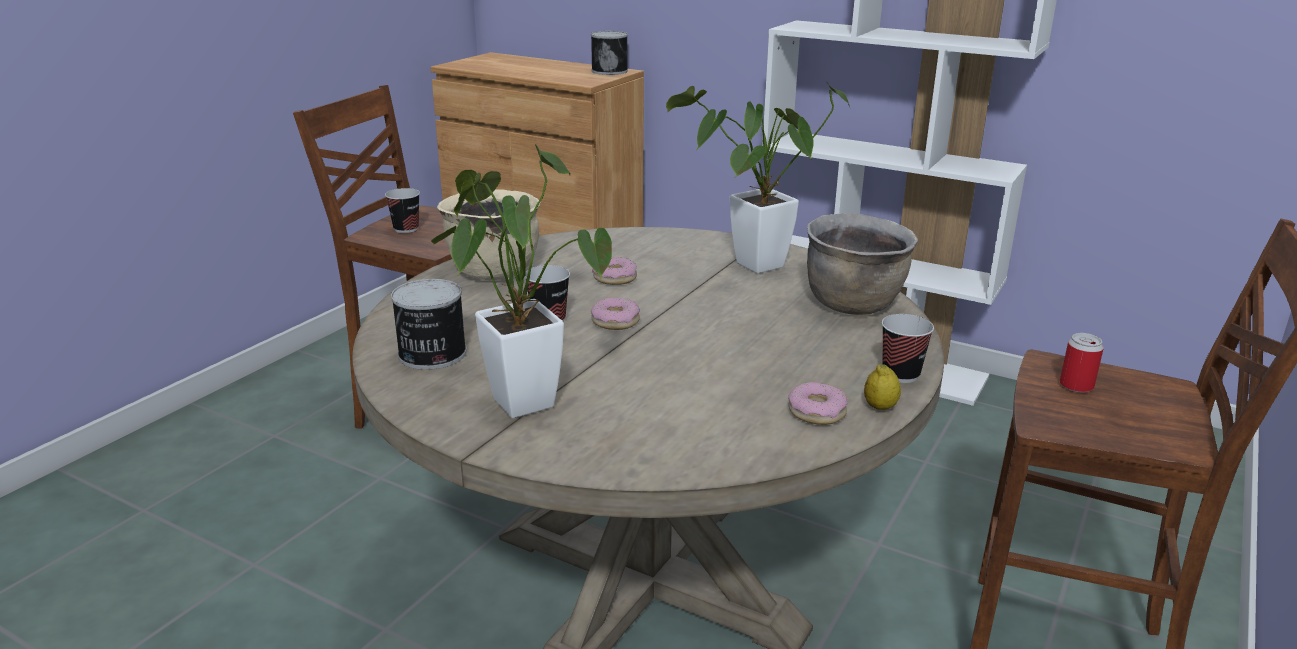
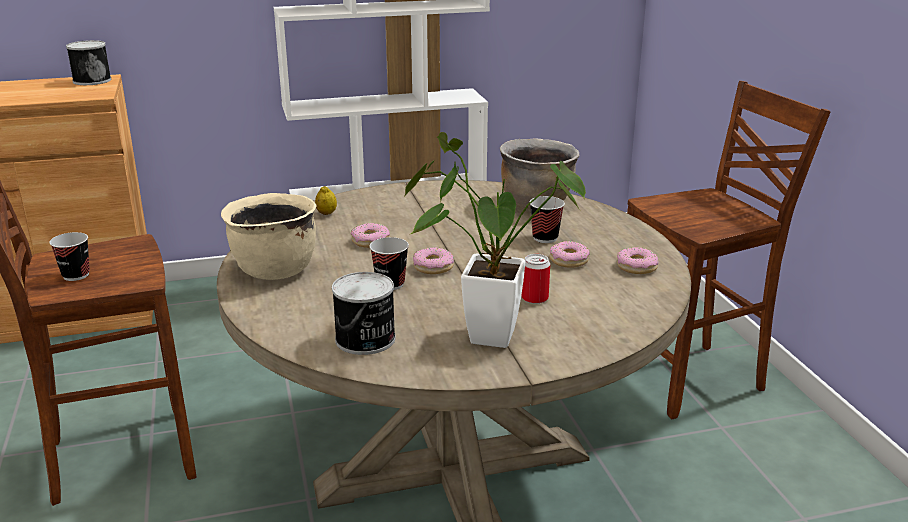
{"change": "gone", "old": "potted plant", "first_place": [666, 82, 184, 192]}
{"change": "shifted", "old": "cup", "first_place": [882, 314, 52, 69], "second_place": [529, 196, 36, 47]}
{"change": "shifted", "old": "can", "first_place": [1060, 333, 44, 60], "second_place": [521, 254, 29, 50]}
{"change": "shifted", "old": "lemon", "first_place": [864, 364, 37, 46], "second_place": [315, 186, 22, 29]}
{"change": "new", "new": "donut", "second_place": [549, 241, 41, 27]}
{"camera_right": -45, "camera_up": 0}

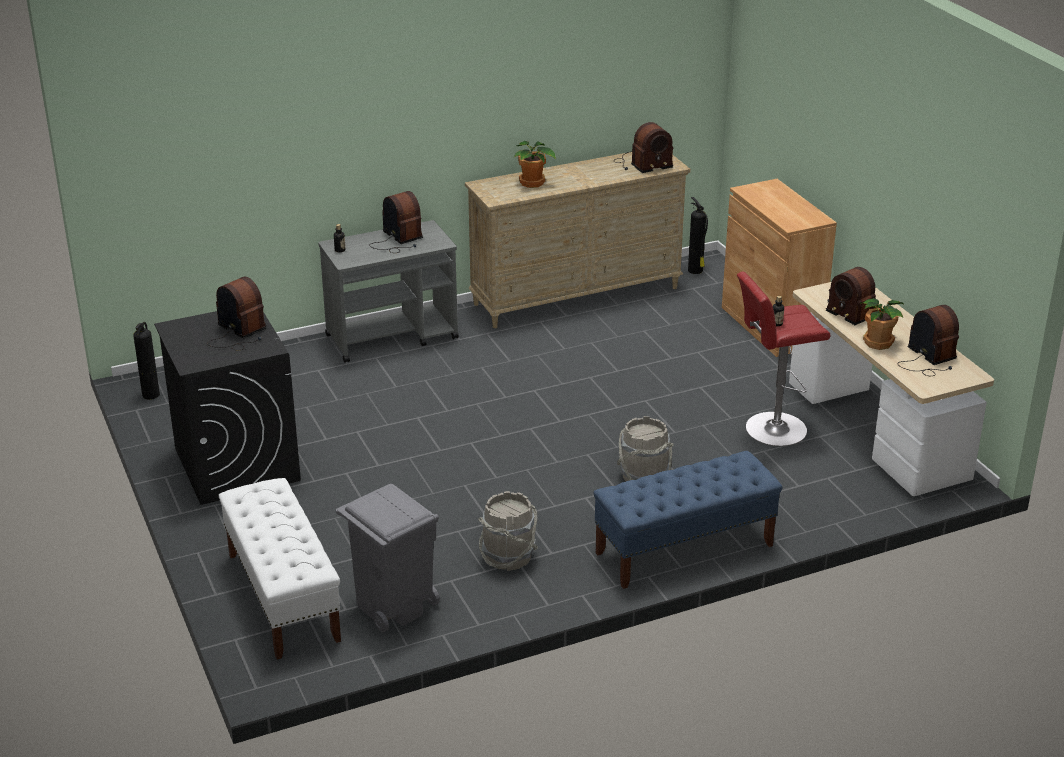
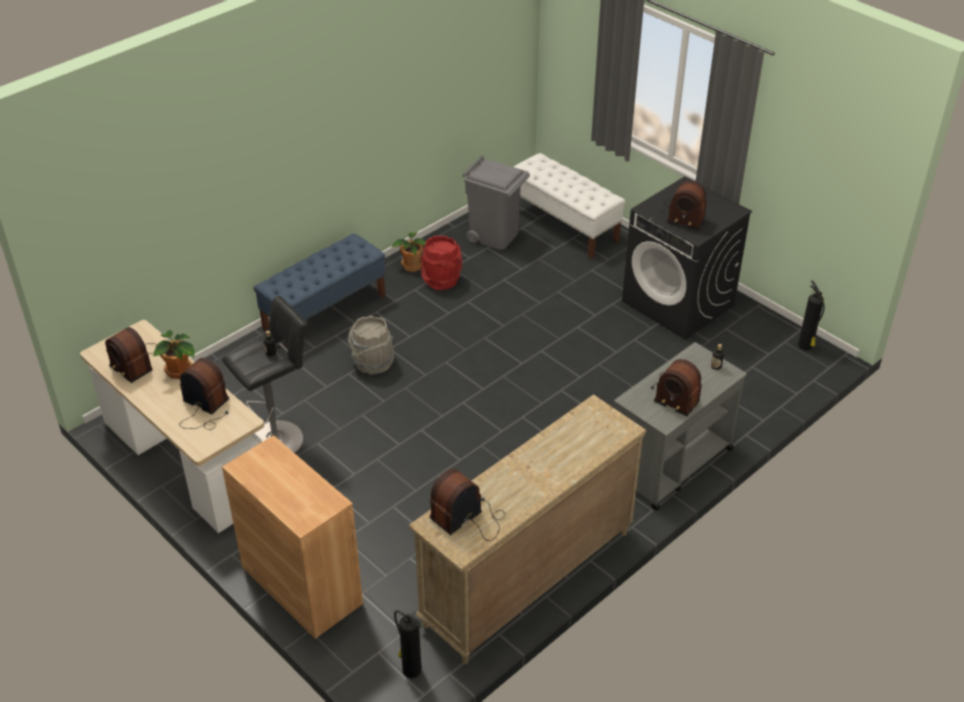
{"change": "shifted", "old": "potted plant", "first_place": [514, 141, 42, 47], "second_place": [391, 232, 35, 40]}
{"change": "repainted", "old": "stool (red)", "new": "stool (black)", "first_place": [737, 272, 93, 174], "second_place": [222, 296, 86, 157]}
{"change": "repainted", "old": "bucket (grey)", "new": "bucket (red)", "first_place": [478, 491, 60, 80], "second_place": [421, 235, 41, 55]}
{"camera_right": 160, "camera_up": 10}

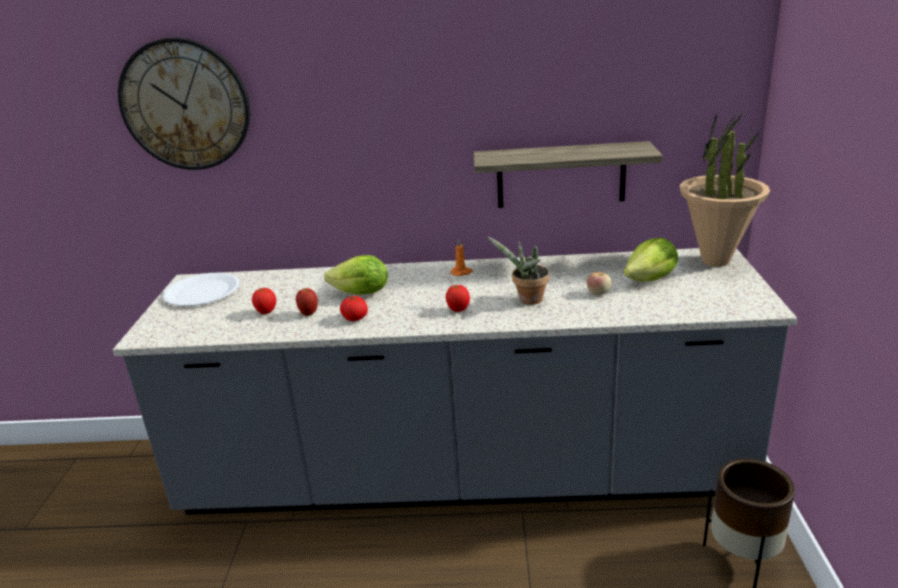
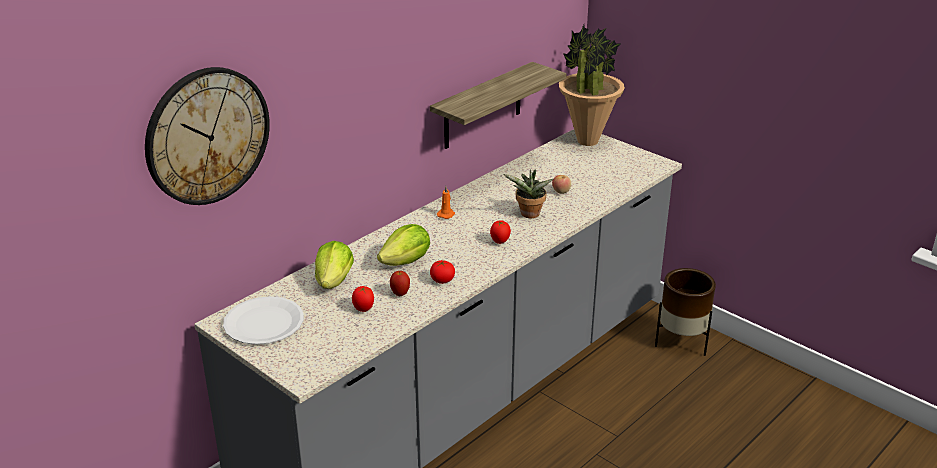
{"change": "shifted", "old": "lettuce", "first_place": [624, 238, 54, 44], "second_place": [315, 241, 39, 48]}
{"camera_right": -50, "camera_up": 5}

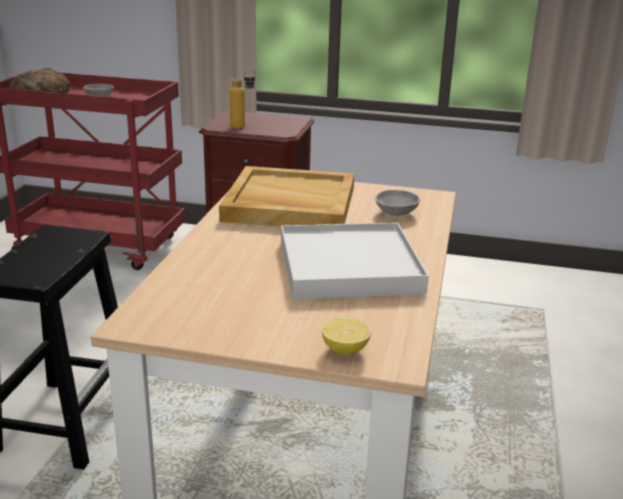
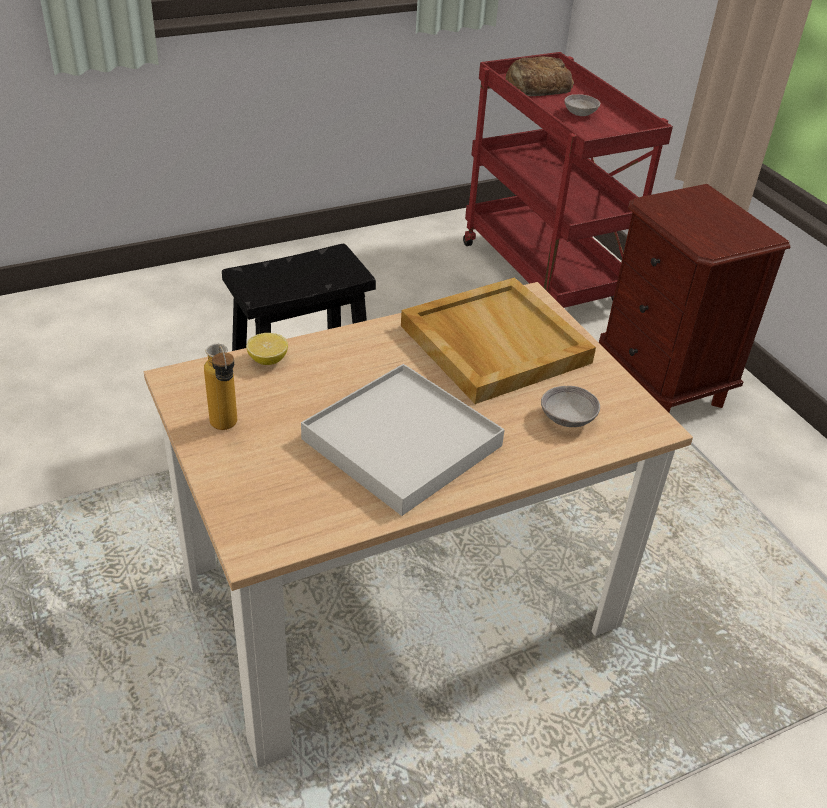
{"change": "shifted", "old": "bottle", "first_place": [230, 69, 26, 60], "second_place": [204, 344, 33, 86]}
{"change": "shifted", "old": "lemon", "first_place": [322, 318, 49, 37], "second_place": [246, 333, 42, 32]}
{"camera_right": 50, "camera_up": 15}

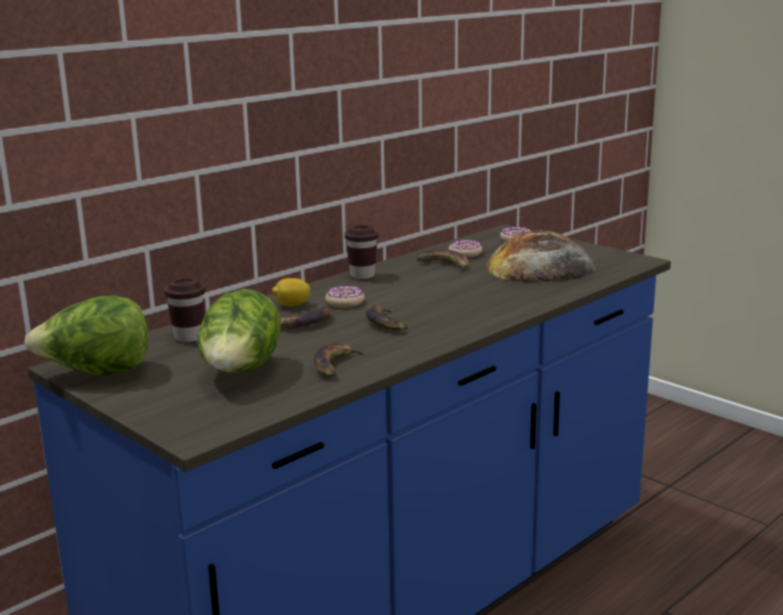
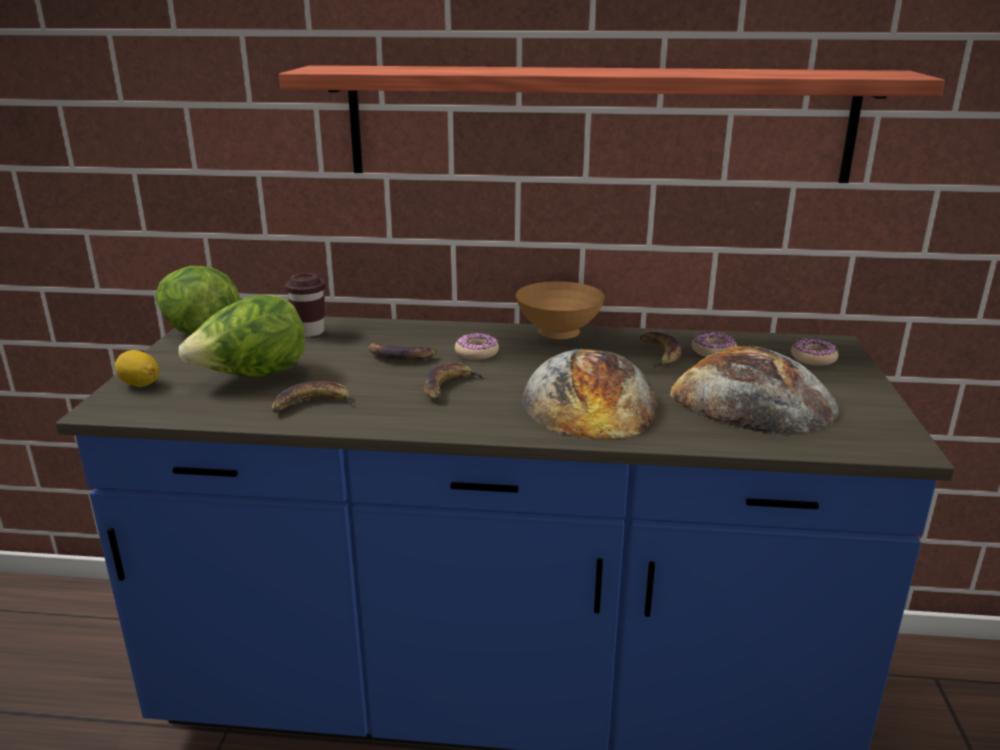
{"change": "swapped", "old": "cup (brown)", "new": "bowl (brown)", "first_place": [345, 225, 33, 54], "second_place": [516, 281, 89, 58]}
{"change": "shifted", "old": "lemon", "first_place": [272, 278, 39, 29], "second_place": [115, 350, 44, 37]}
{"change": "new", "new": "shelf", "second_place": [279, 65, 666, 118]}
{"change": "new", "new": "bread", "second_place": [522, 349, 136, 90]}
{"camera_right": 50, "camera_up": 5}

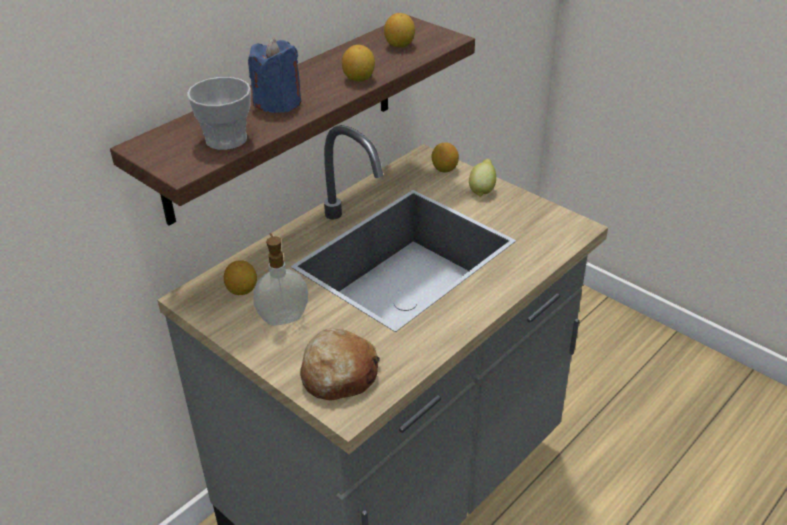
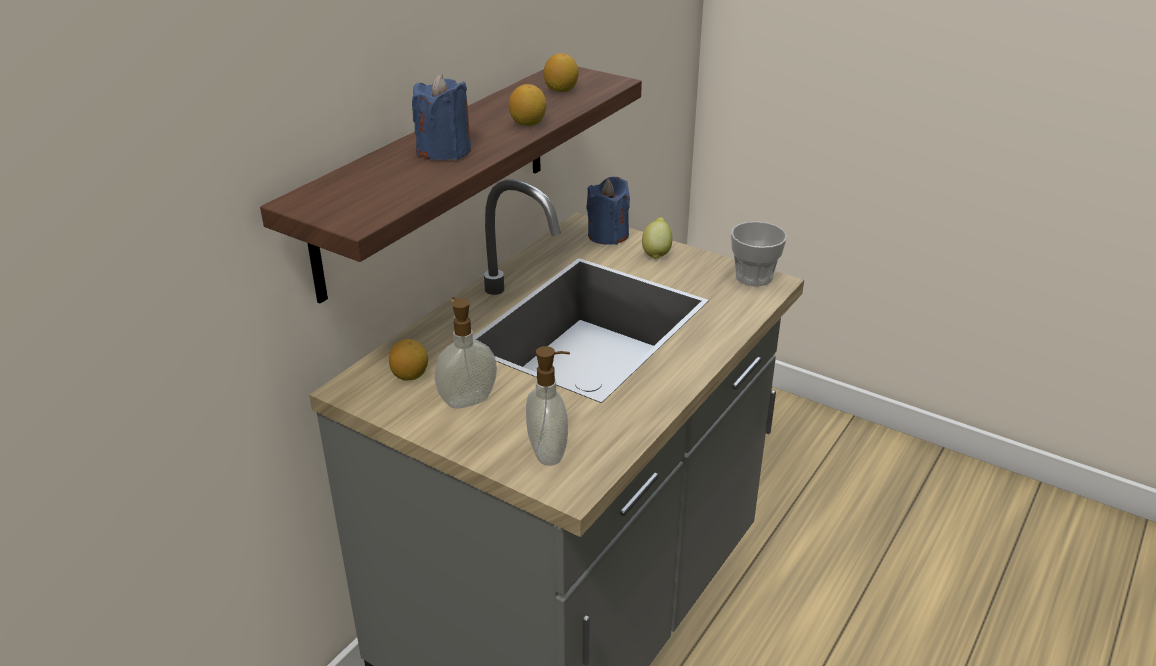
{"change": "shifted", "old": "cup", "first_place": [187, 77, 64, 73], "second_place": [731, 222, 56, 64]}
{"change": "swapped", "old": "lemon", "new": "candle (blue)", "first_place": [431, 142, 28, 31], "second_place": [586, 177, 44, 68]}
{"change": "swapped", "old": "bread", "new": "soap dispenser", "first_place": [300, 328, 80, 72], "second_place": [526, 346, 44, 120]}
{"camera_right": -10, "camera_up": -5}

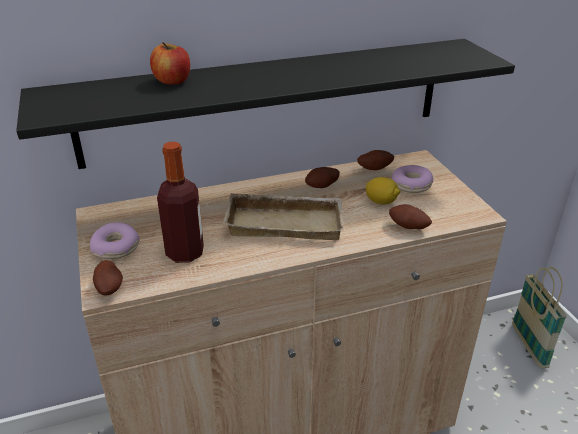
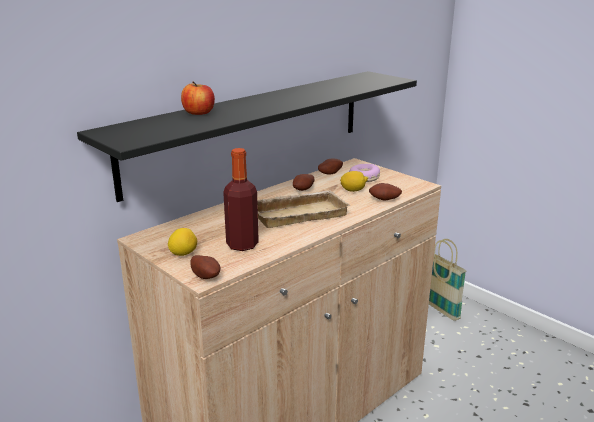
{"change": "swapped", "old": "donut", "new": "lemon", "first_place": [90, 222, 50, 37], "second_place": [168, 228, 29, 28]}
{"camera_right": -25, "camera_up": -10}

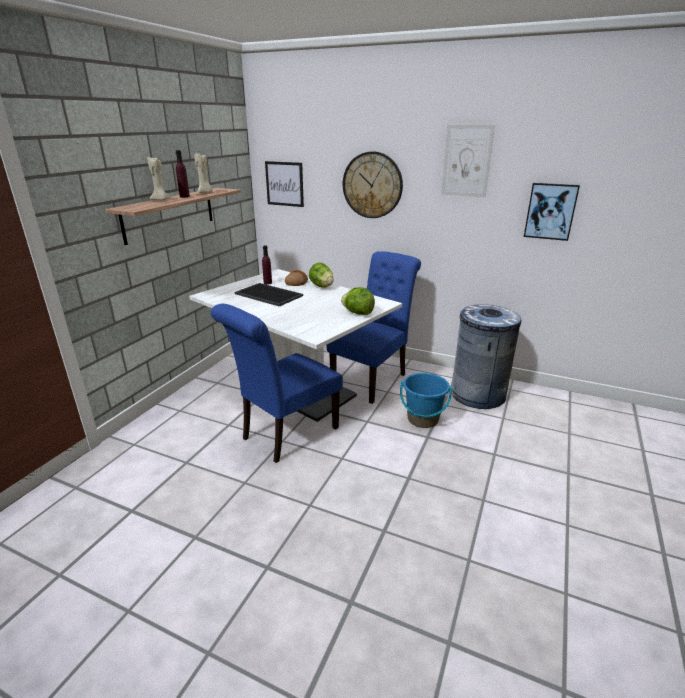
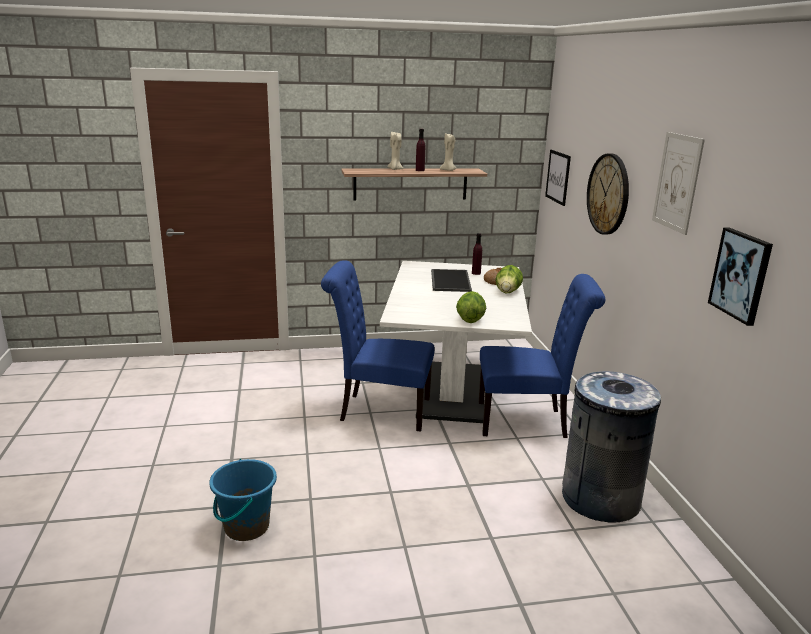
{"change": "shifted", "old": "bucket (blue)", "first_place": [400, 373, 52, 55], "second_place": [209, 459, 68, 82]}
{"camera_right": 55, "camera_up": -5}

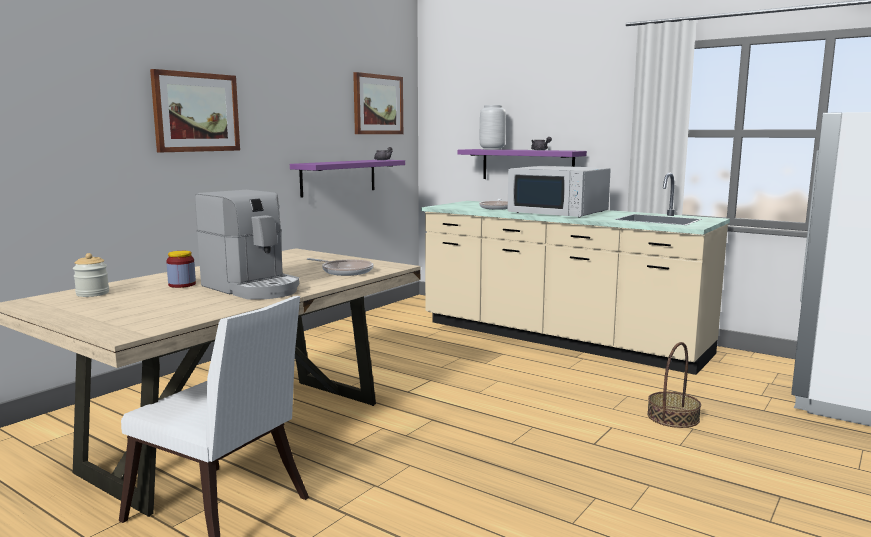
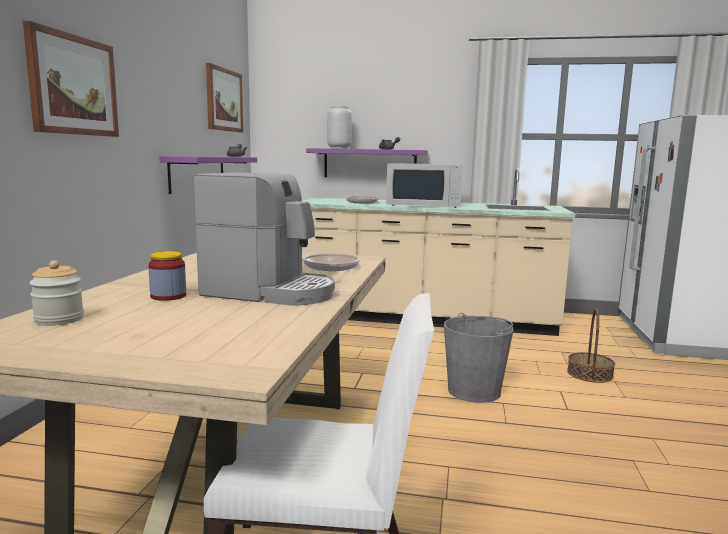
{"change": "new", "new": "bucket (grey)", "second_place": [444, 313, 69, 90]}
{"camera_right": -25, "camera_up": 0}

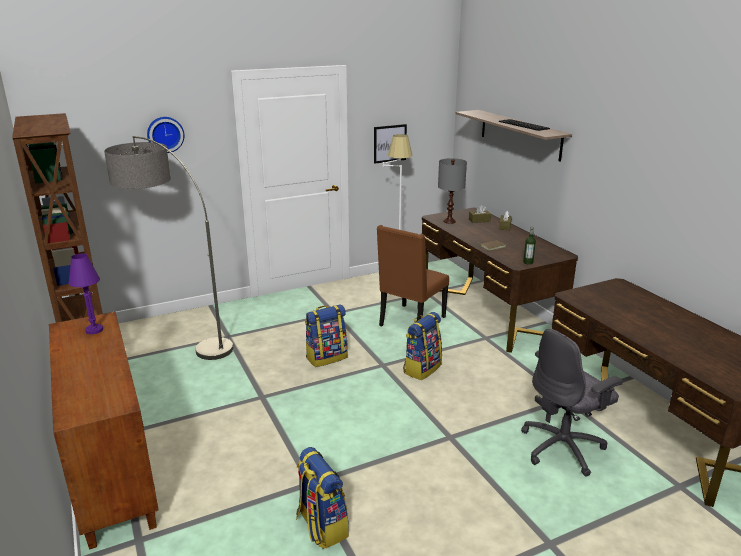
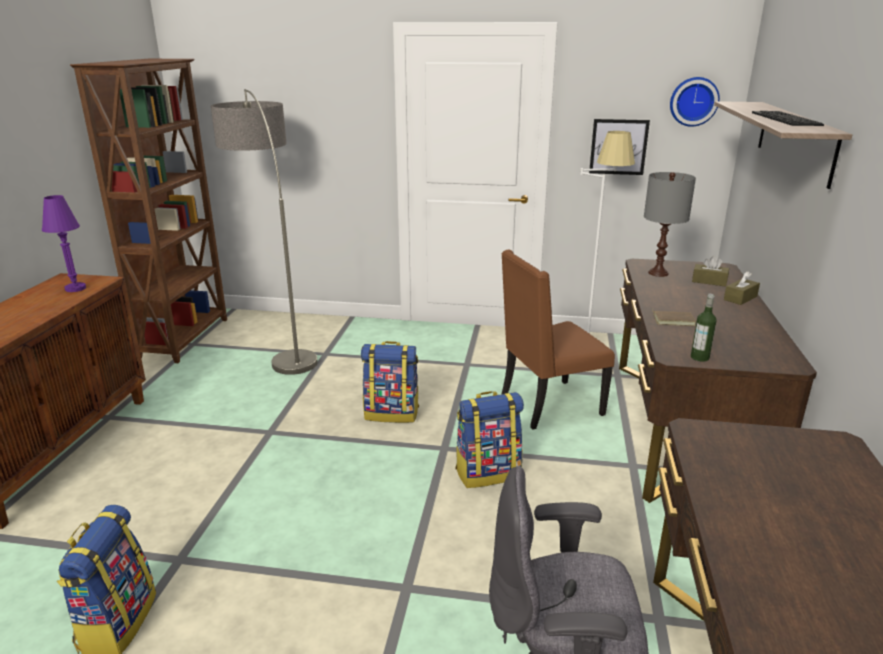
{"change": "shifted", "old": "wall clock", "first_place": [147, 117, 37, 36], "second_place": [670, 77, 50, 50]}
{"camera_right": 35, "camera_up": 0}

